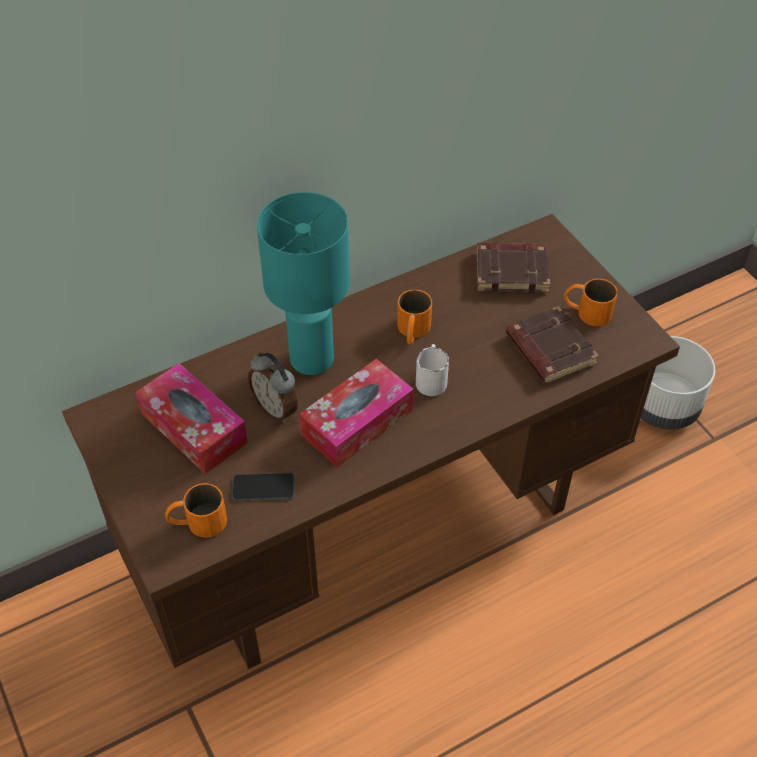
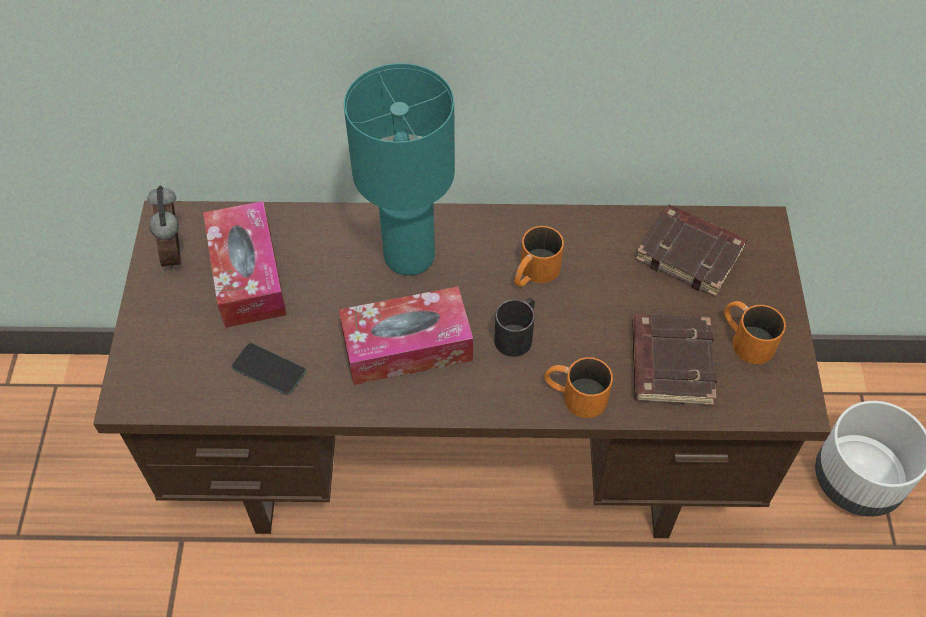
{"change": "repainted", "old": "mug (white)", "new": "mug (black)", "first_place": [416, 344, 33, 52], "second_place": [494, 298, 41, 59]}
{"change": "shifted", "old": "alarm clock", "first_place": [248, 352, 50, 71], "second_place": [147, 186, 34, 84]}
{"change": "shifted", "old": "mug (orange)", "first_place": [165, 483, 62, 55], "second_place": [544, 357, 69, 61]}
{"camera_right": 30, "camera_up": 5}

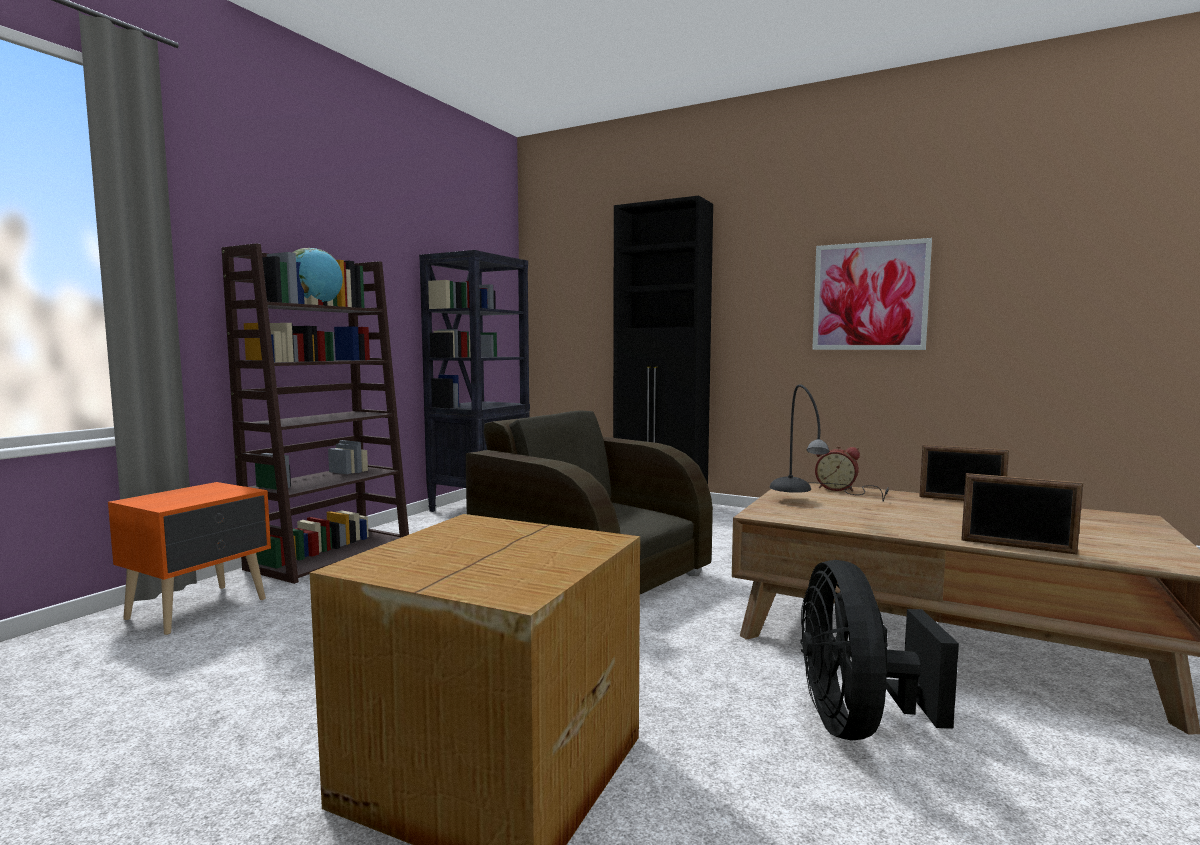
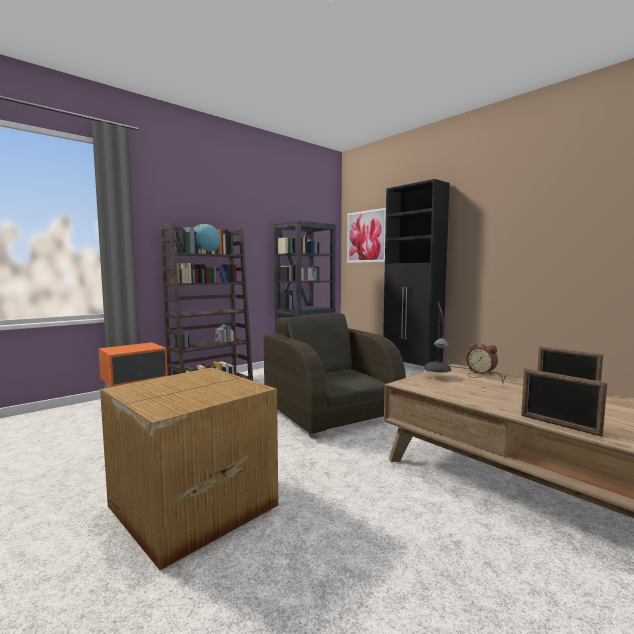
{"change": "shifted", "old": "picture", "first_place": [812, 238, 120, 112], "second_place": [347, 208, 39, 55]}
{"change": "gone", "old": "fan (black)", "first_place": [800, 560, 159, 181]}
{"camera_right": 20, "camera_up": 0}

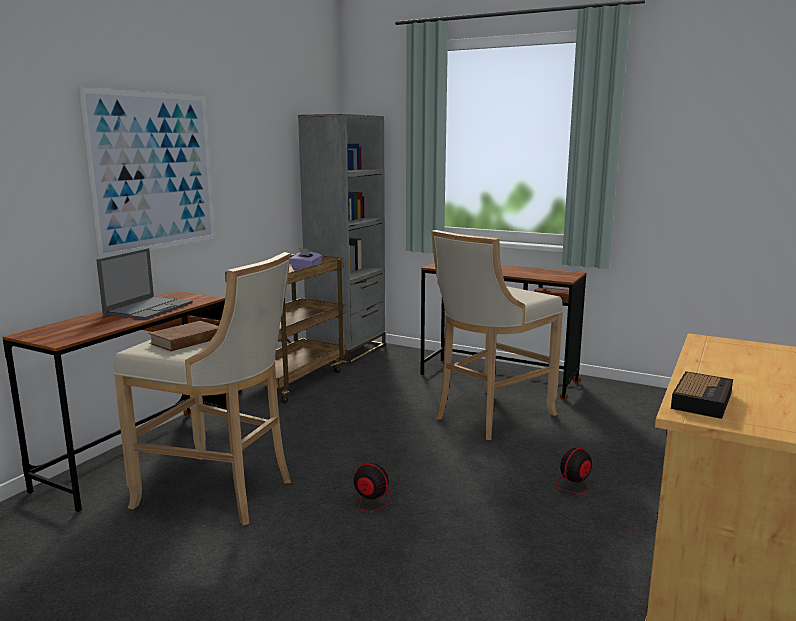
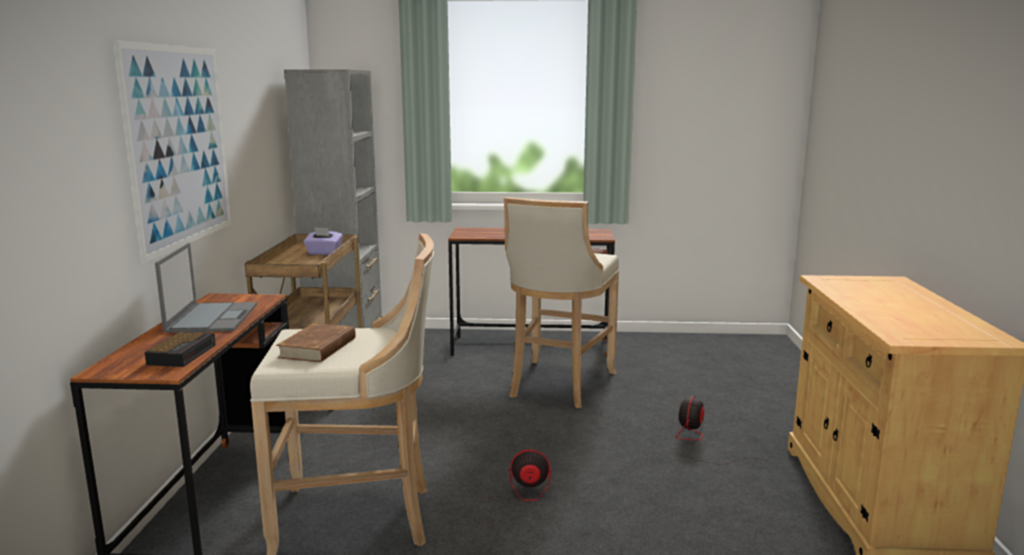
{"change": "shifted", "old": "alarm clock", "first_place": [671, 371, 62, 48], "second_place": [145, 332, 71, 35]}
{"camera_right": -25, "camera_up": 0}

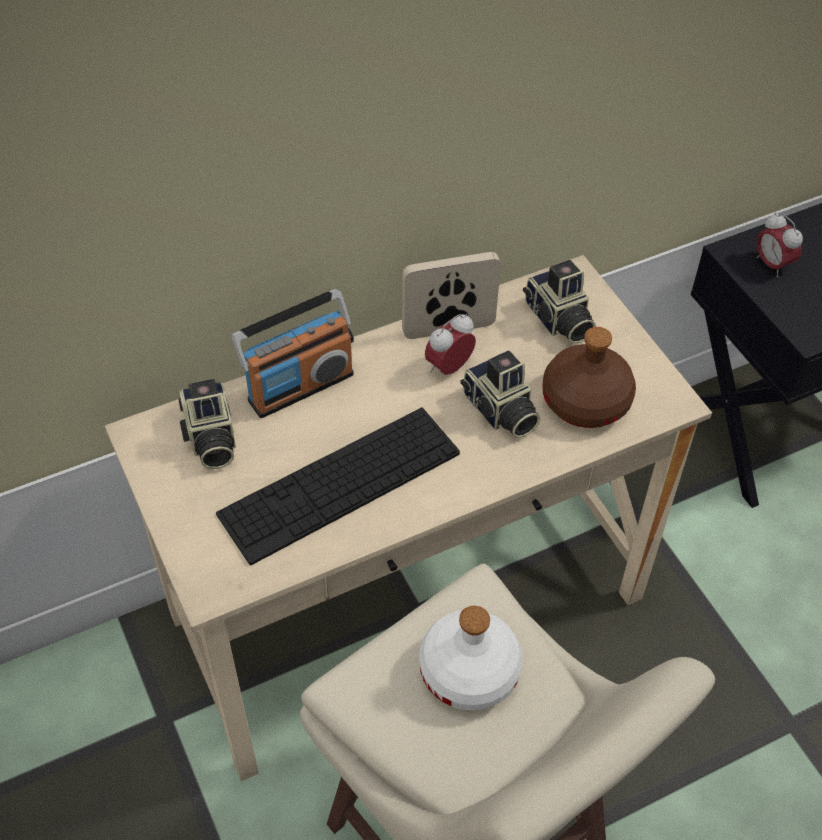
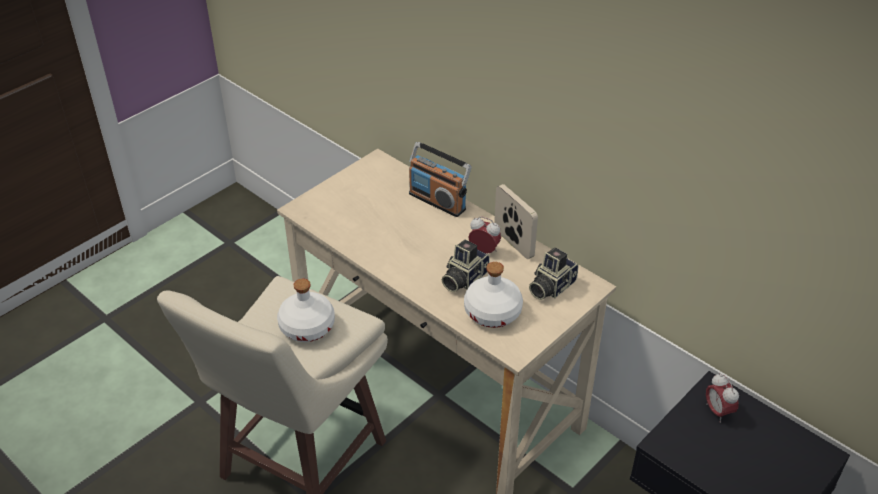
{"change": "rotated", "old": "alarm clock", "first_place": [756, 212, 47, 65], "second_place": [706, 373, 33, 50], "degrees": -60}
{"change": "repainted", "old": "bottle (brown)", "new": "bottle (white)", "first_place": [543, 327, 93, 101], "second_place": [464, 262, 59, 66]}
{"change": "gone", "old": "photo camera", "first_place": [179, 379, 57, 90]}
{"change": "gone", "old": "keyboard", "first_place": [216, 408, 244, 157]}
{"camera_right": 70, "camera_up": -10}

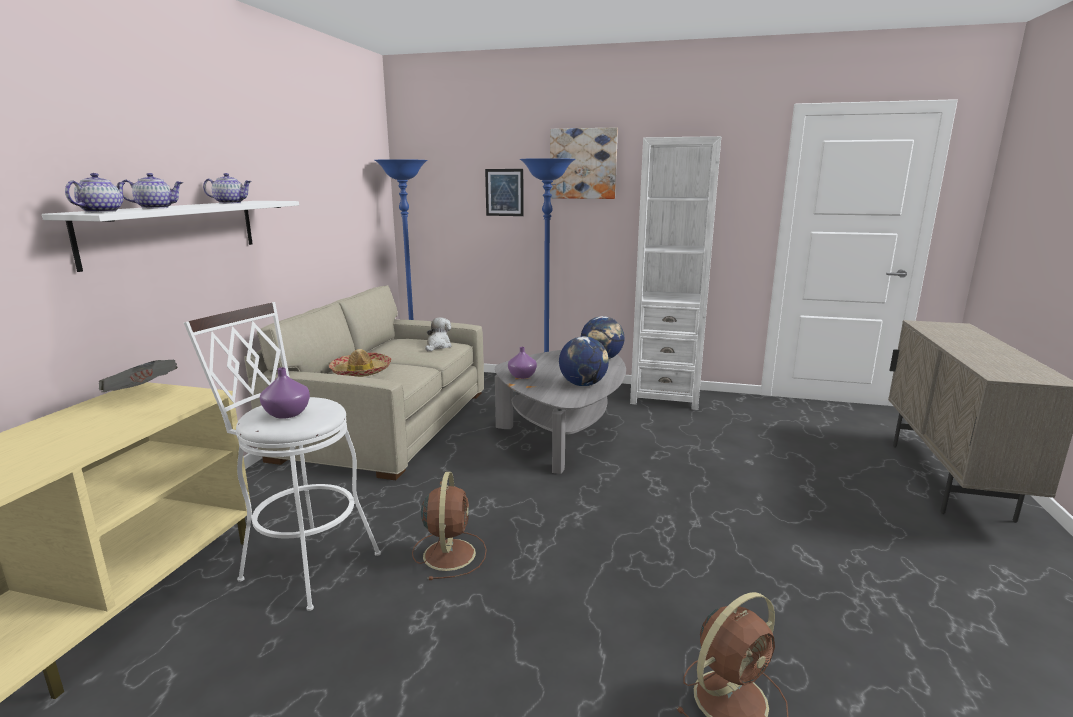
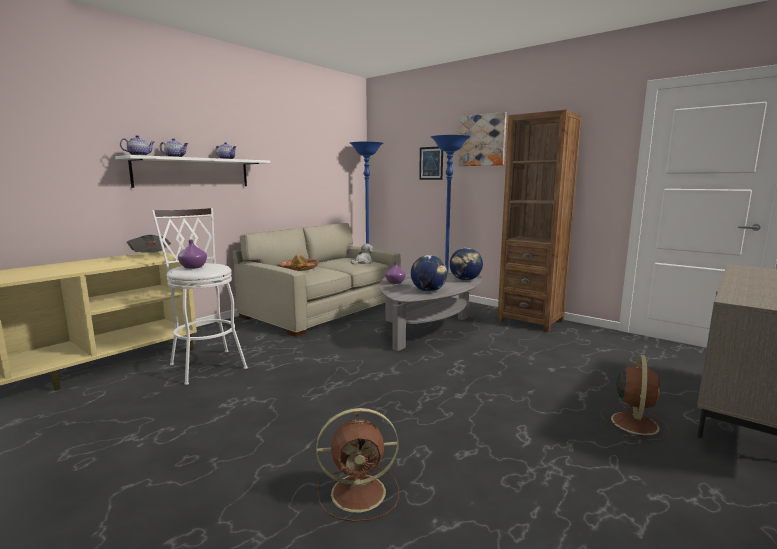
{"change": "repainted", "old": "bookcase (white)", "new": "bookcase (brown)", "first_place": [630, 136, 91, 274], "second_place": [497, 110, 85, 222]}
{"change": "shifted", "old": "fan (brown)", "first_place": [412, 472, 75, 108], "second_place": [600, 355, 70, 86]}
{"camera_right": 25, "camera_up": -5}

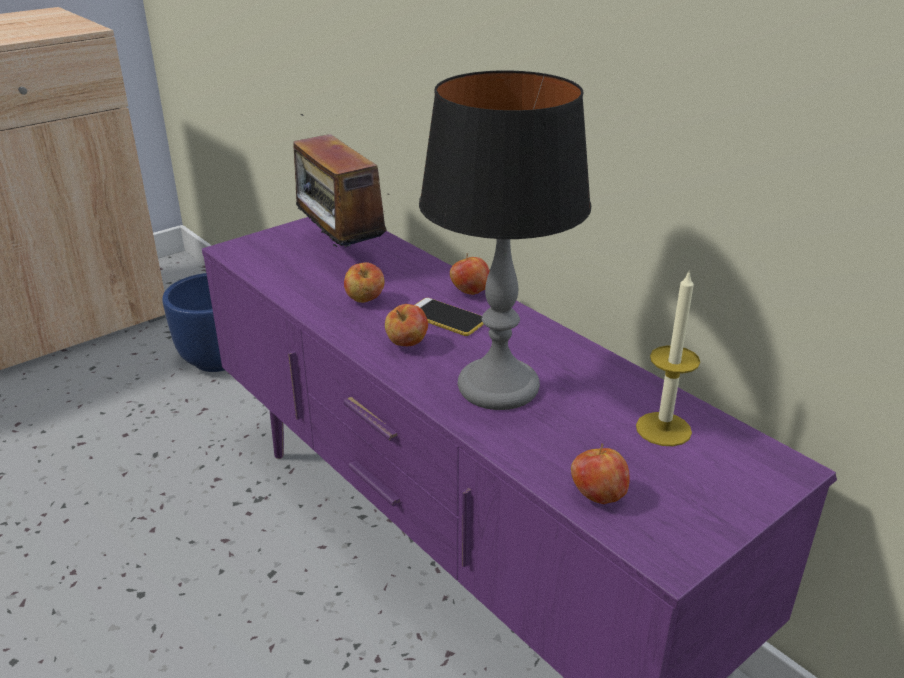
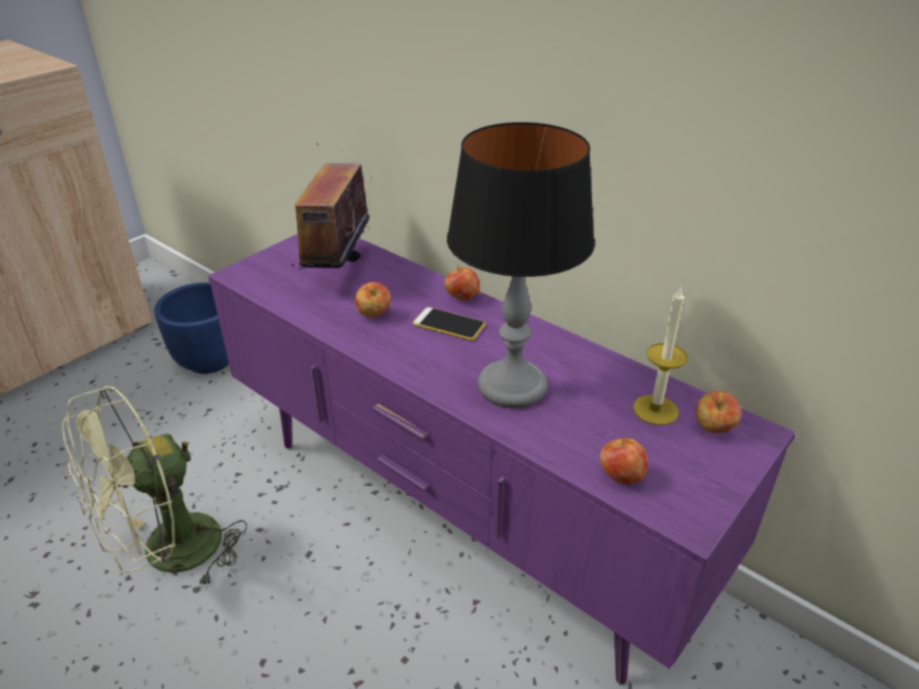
{"change": "rotated", "old": "radio", "first_place": [284, 114, 106, 134], "second_place": [291, 143, 78, 126], "degrees": 45}
{"change": "shifted", "old": "apple", "first_place": [385, 304, 43, 42], "second_place": [695, 391, 47, 42]}
{"change": "new", "new": "fan (green)", "second_place": [62, 386, 185, 203]}
{"camera_right": -10, "camera_up": 5}

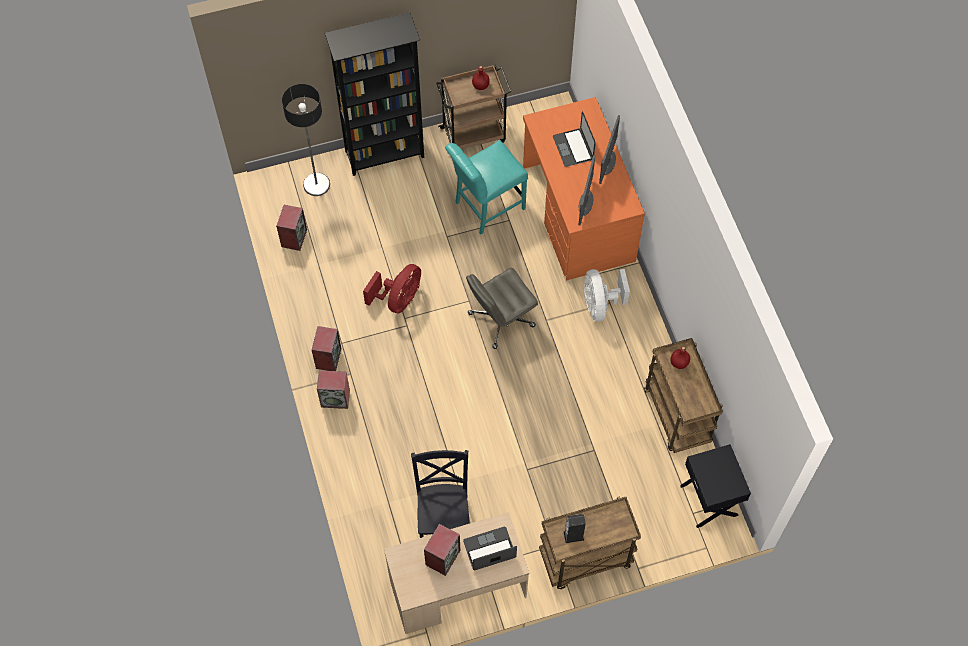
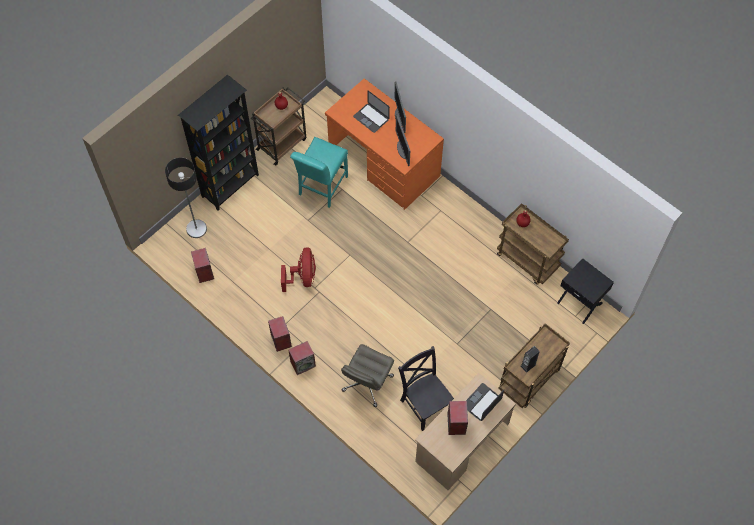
{"change": "shifted", "old": "office chair (grey)", "first_place": [466, 268, 72, 81], "second_place": [341, 344, 53, 63]}
{"change": "gone", "old": "fan (white)", "first_place": [584, 269, 46, 53]}
{"camera_right": -30, "camera_up": 0}

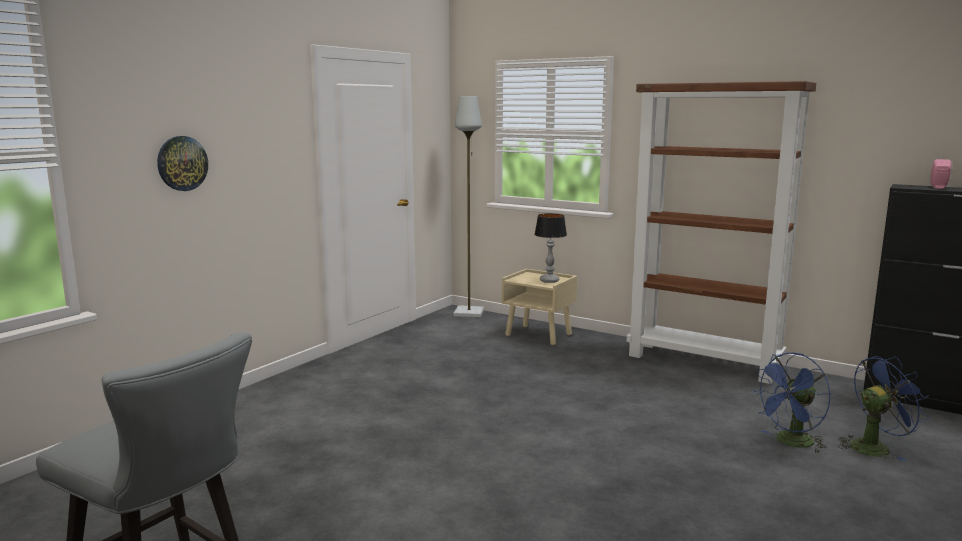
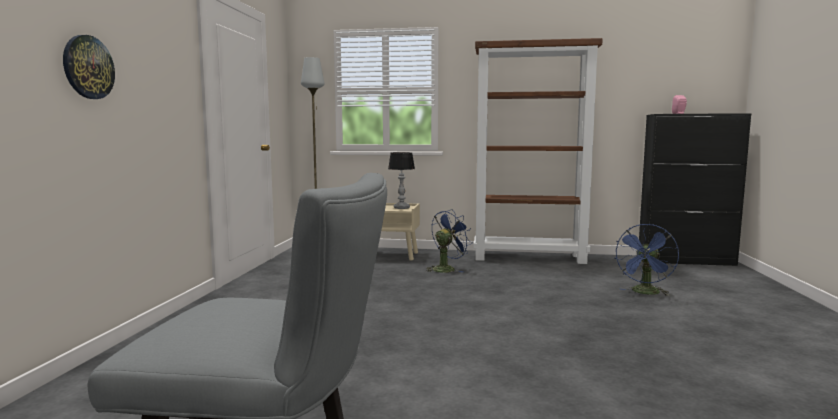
{"change": "shifted", "old": "fan (blue)", "first_place": [838, 356, 92, 105], "second_place": [426, 209, 47, 64]}
{"camera_right": -25, "camera_up": -5}

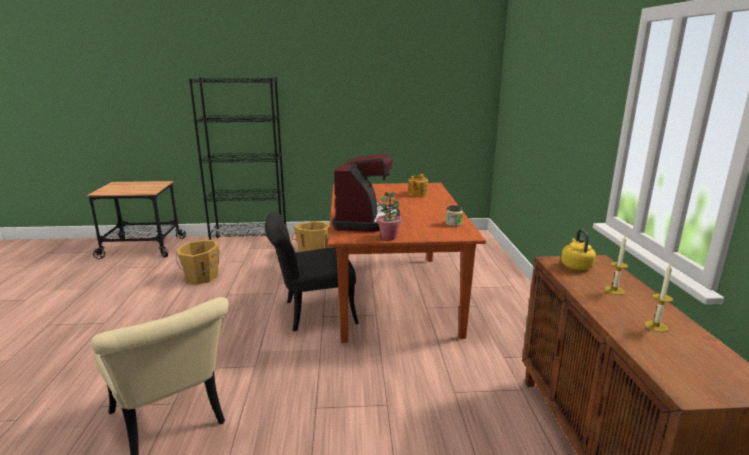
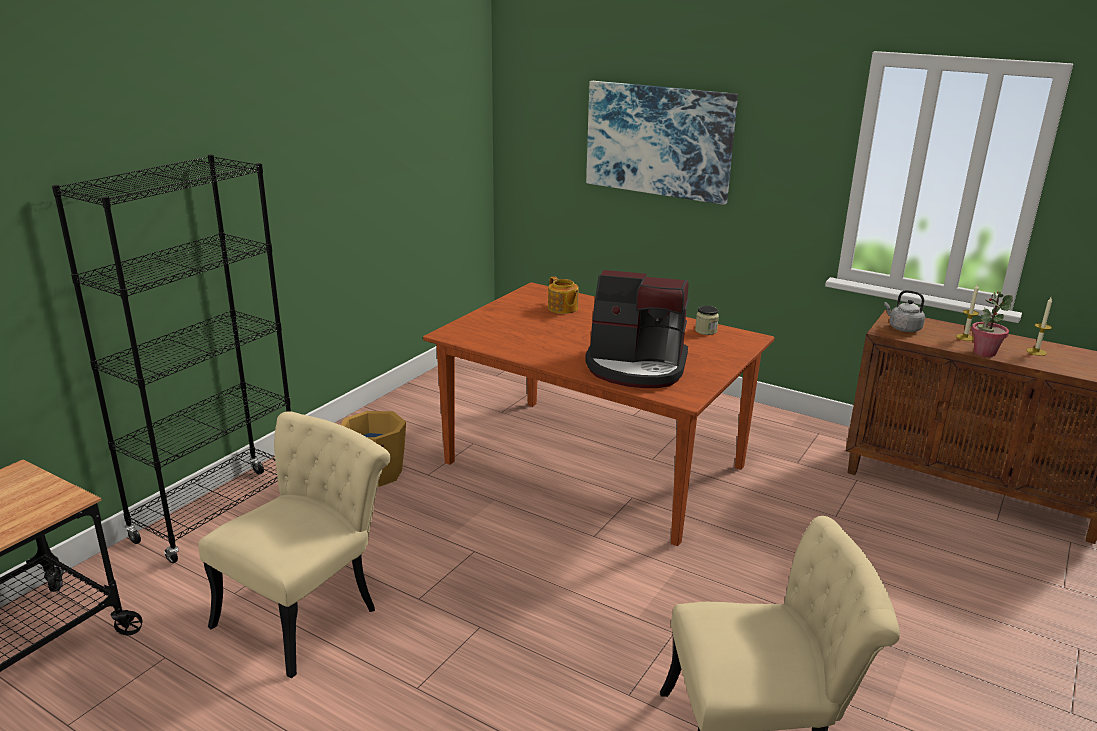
{"change": "rotated", "old": "coffee machine", "first_place": [332, 154, 68, 78], "second_place": [585, 270, 104, 118], "degrees": 150}
{"change": "shifted", "old": "potted plant", "first_place": [377, 192, 25, 48], "second_place": [971, 291, 42, 66]}
{"change": "gone", "old": "chair (black)", "first_place": [265, 212, 94, 119]}
{"change": "repainted", "old": "kettle (yellow)", "new": "kettle (grey)", "first_place": [561, 229, 35, 41], "second_place": [884, 290, 41, 42]}
{"change": "swapped", "old": "bucket (orange)", "new": "chair (beige)", "first_place": [176, 240, 43, 44], "second_place": [198, 411, 193, 268]}
{"change": "new", "new": "picture", "second_place": [586, 81, 152, 124]}
{"camera_right": -55, "camera_up": 5}

